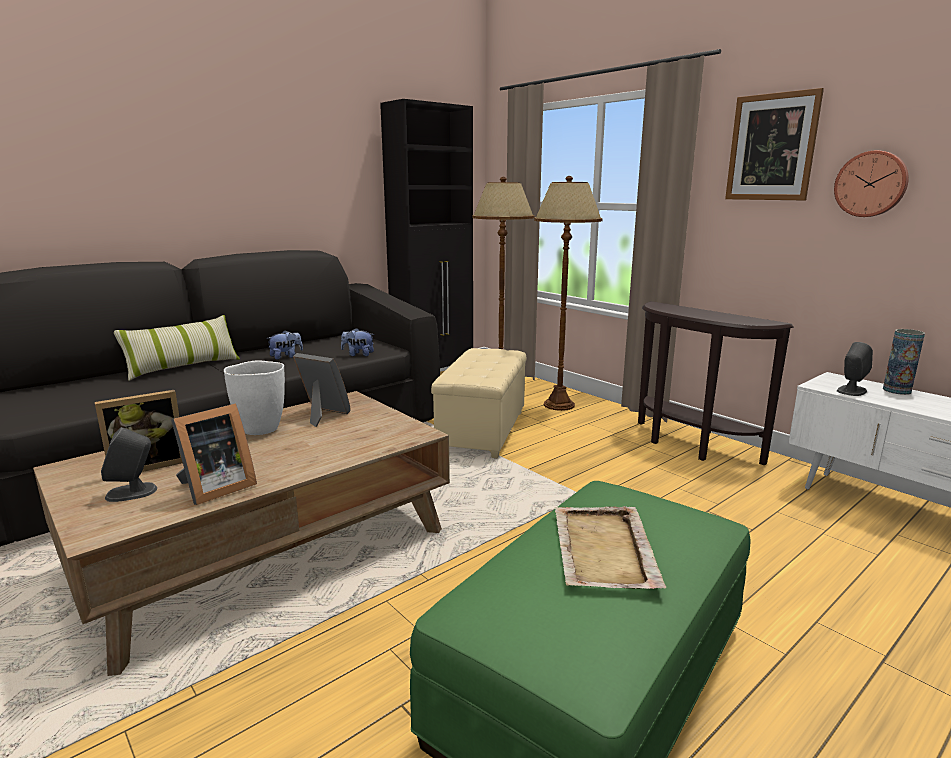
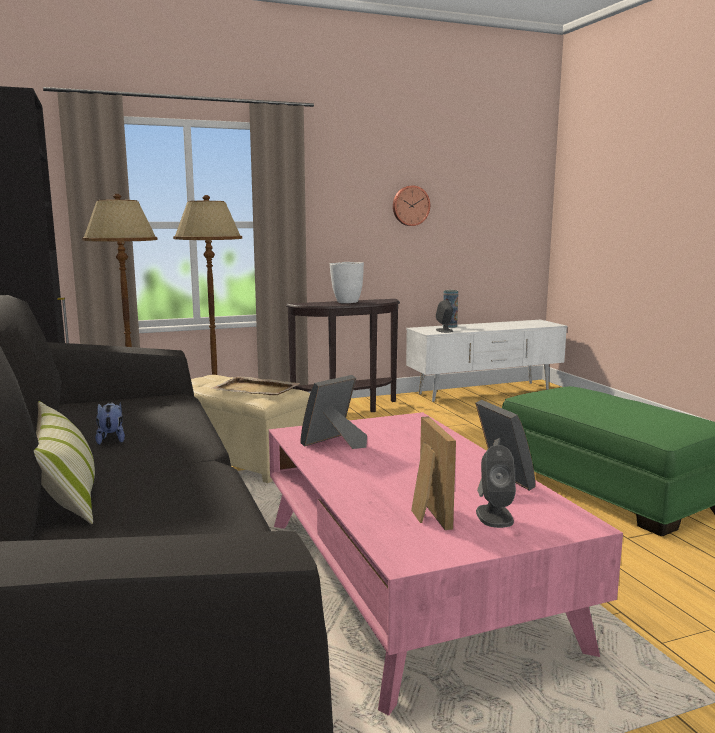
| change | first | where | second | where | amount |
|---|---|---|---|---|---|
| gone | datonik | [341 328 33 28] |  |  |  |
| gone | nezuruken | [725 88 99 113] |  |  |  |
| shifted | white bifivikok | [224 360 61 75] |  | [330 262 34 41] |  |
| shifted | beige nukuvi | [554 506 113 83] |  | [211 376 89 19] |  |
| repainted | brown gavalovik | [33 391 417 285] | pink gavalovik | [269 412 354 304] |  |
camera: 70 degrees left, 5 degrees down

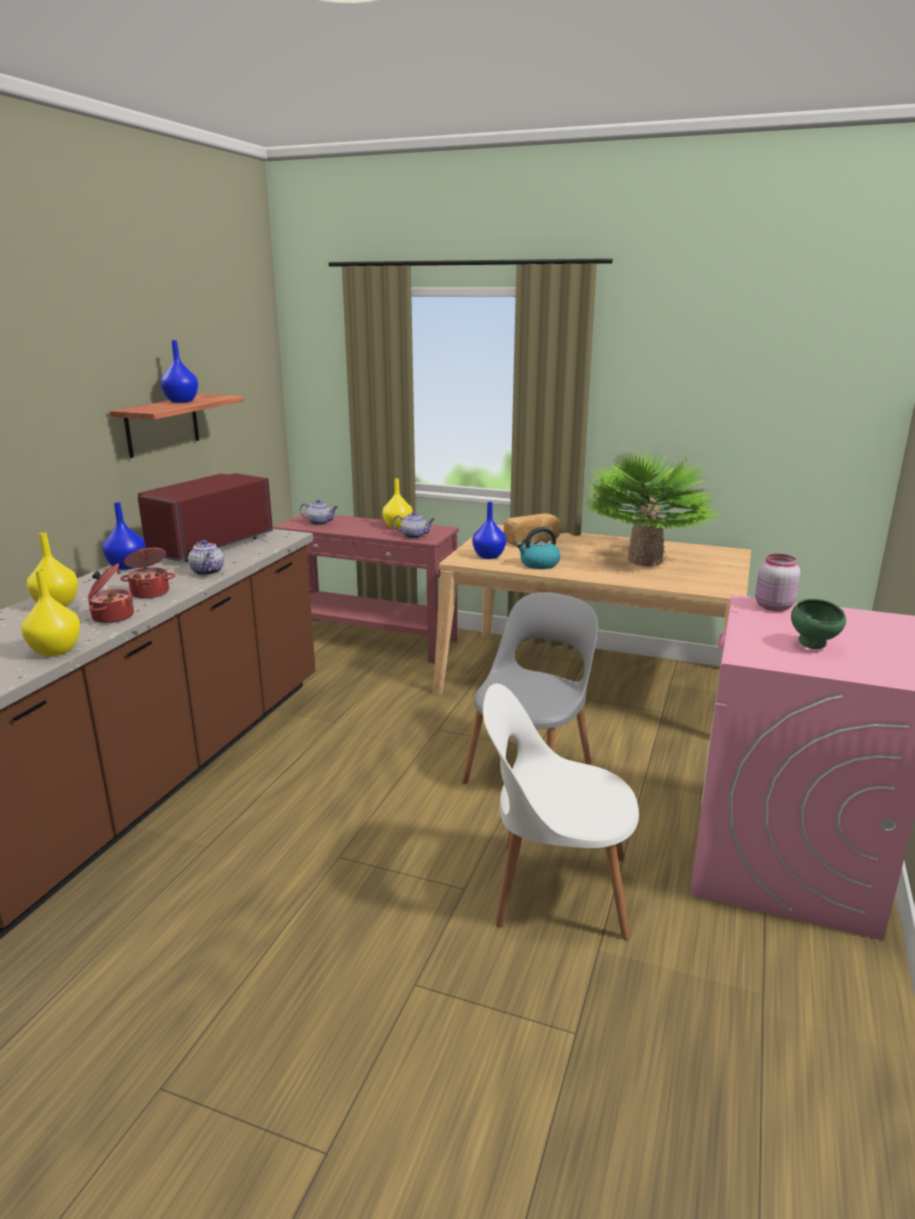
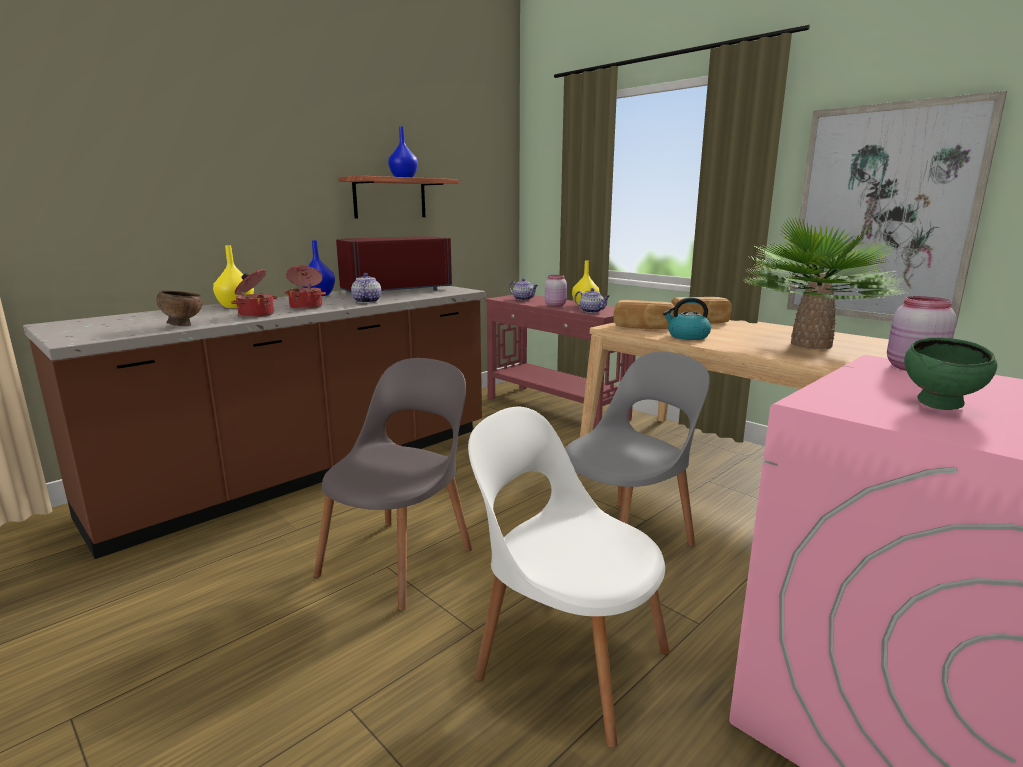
| change | first | where | second | where | amount |
|---|---|---|---|---|---|
| new |  |  | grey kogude | [314 358 158 253] |  |
| new |  |  | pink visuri | [545 275 22 32] |  |
| new |  |  | nezuruken | [787 91 220 238] |  |
| swapped | yellow bifivikok | [21 569 59 87] | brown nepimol | [157 290 46 36] |  |
| swapped | blue bifivikok | [472 502 34 57] | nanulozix | [613 300 62 29] |  |
camera: 25 degrees right, 5 degrees down

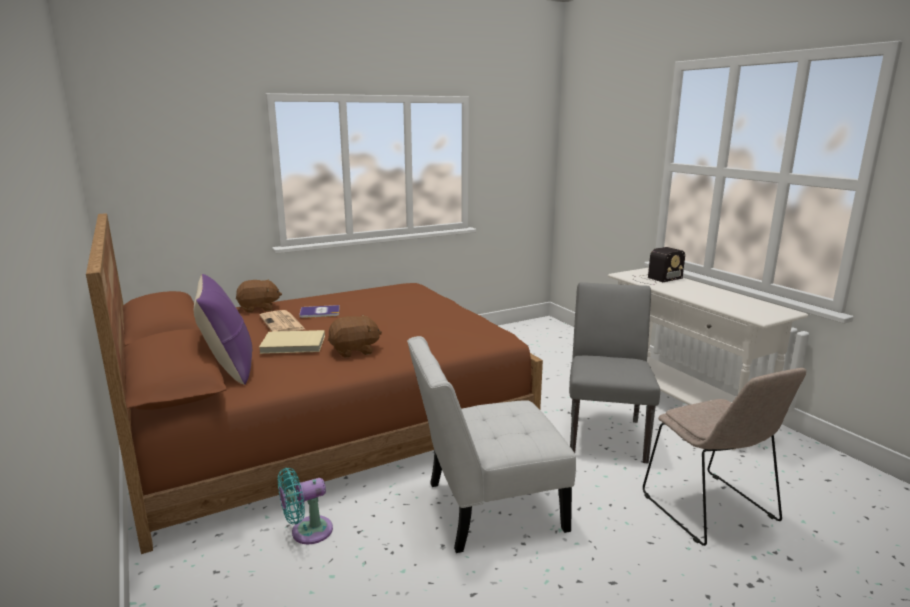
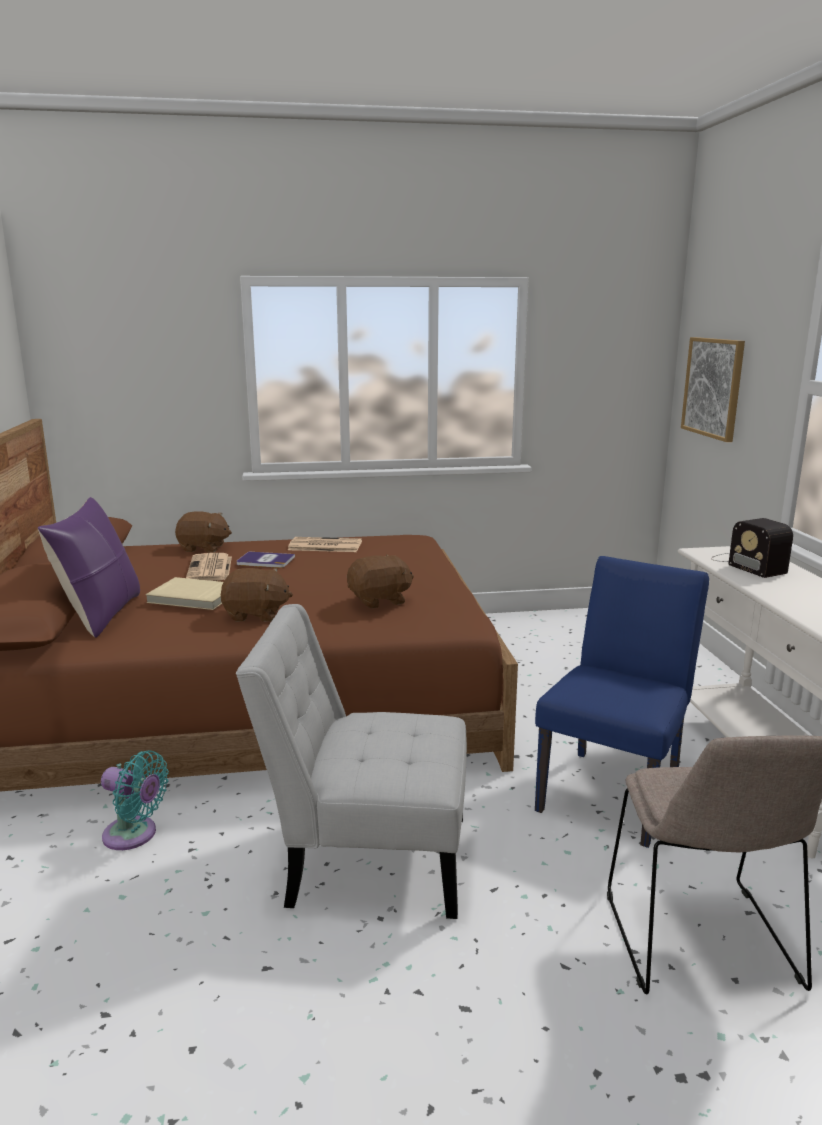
| change | first | where | second | where | amount |
|---|---|---|---|---|---|
| new |  |  | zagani | [288 537 74 15] |  |
| new |  |  | brown datonik | [347 554 67 55] |  |
| new |  |  | nezuruken | [681 337 64 105] |  |
| repainted | grey kogude | [569 282 91 181] | blue kogude | [535 556 174 292] |  |
| rotated | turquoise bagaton | [278 468 55 76] |  | [101 750 68 100] | 150 degrees counterclockwise |
| rotated | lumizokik | [633 247 52 38] |  | [711 518 82 60] | 75 degrees clockwise |
camera: 20 degrees right, 0 degrees up

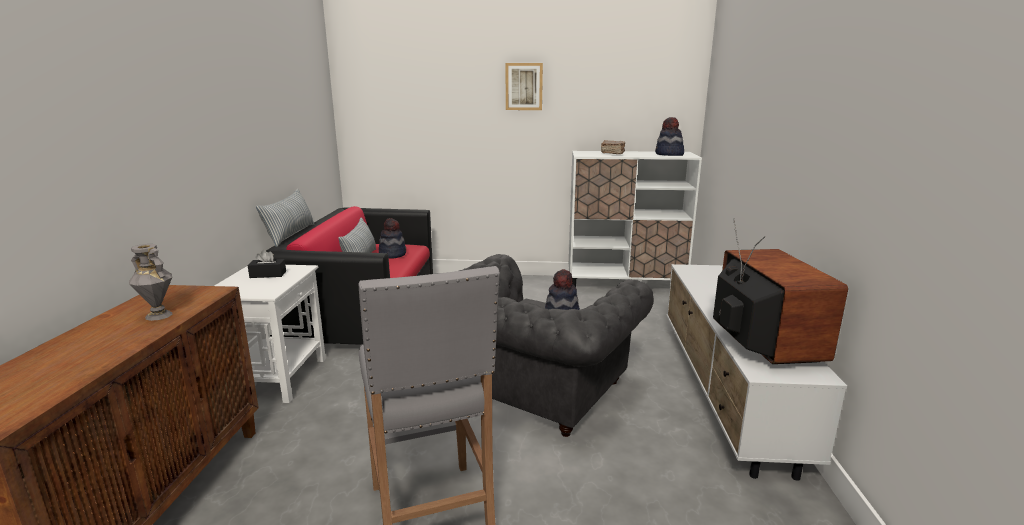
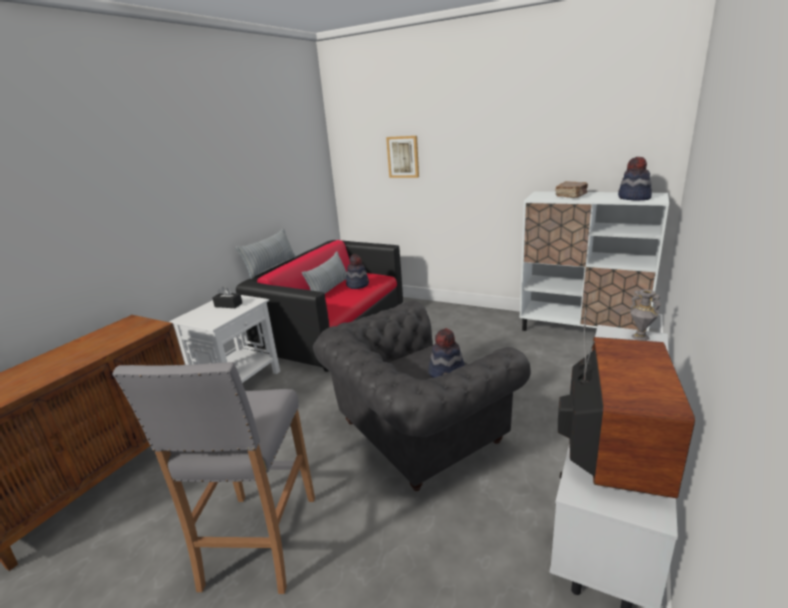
| change | first | where | second | where | amount |
|---|---|---|---|---|---|
| shifted | grey bifivikok | [129 244 43 77] |  | [630 289 31 52] |  |
| shifted | nezuruken | [506 63 37 47] |  | [386 136 33 42] |  |
camera: 25 degrees right, 5 degrees up

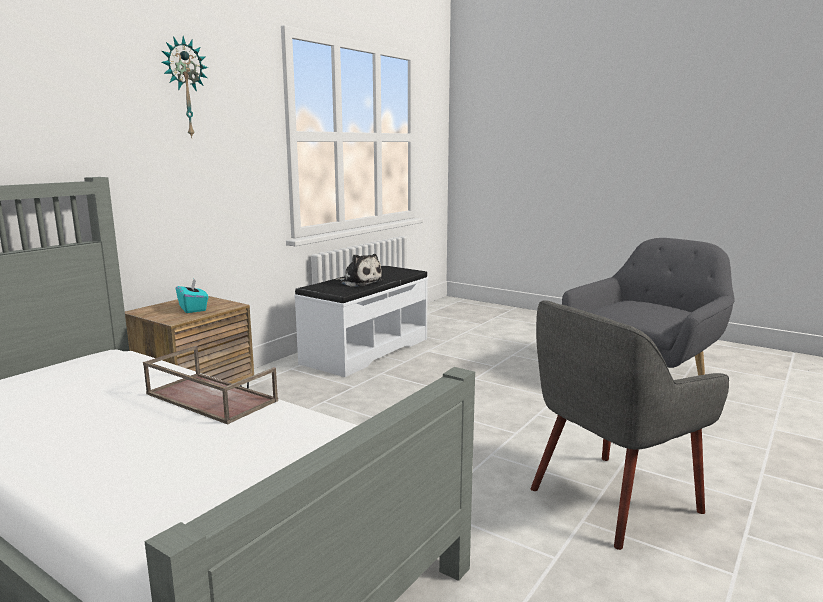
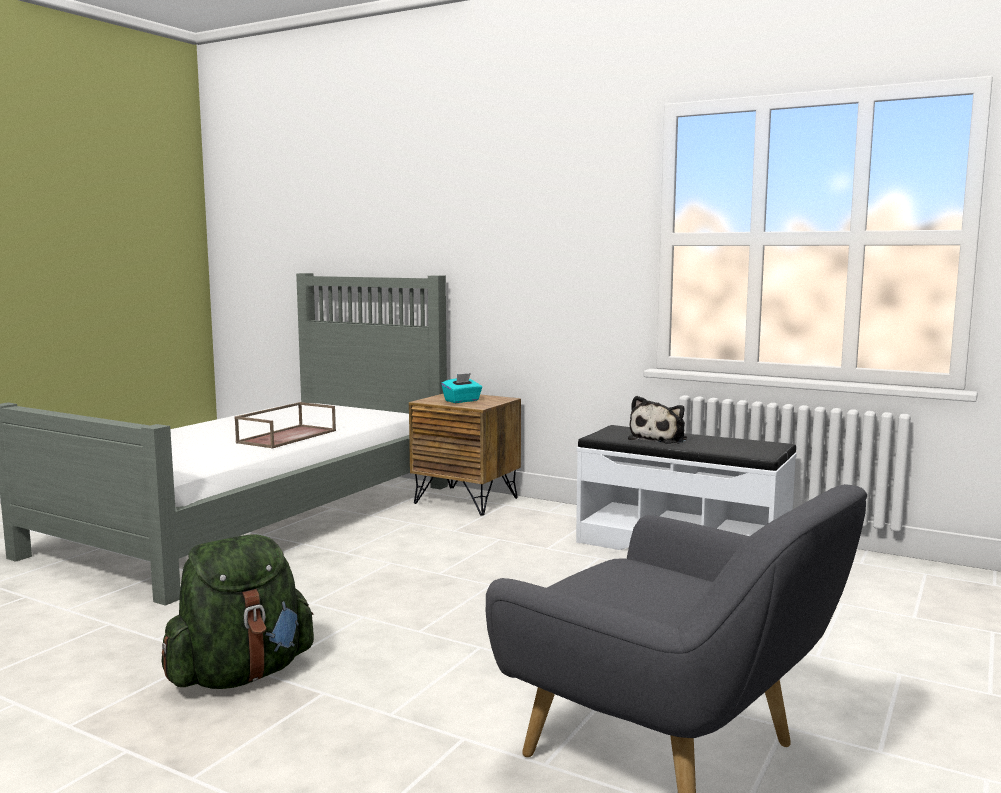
| change | first | where | second | where | amount |
|---|---|---|---|---|---|
| gone | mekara | [161 36 47 103] |  |  |  |
| swapped | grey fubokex | [531 300 198 250] | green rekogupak | [162 534 152 155] |  |
camera: 85 degrees right, 5 degrees down

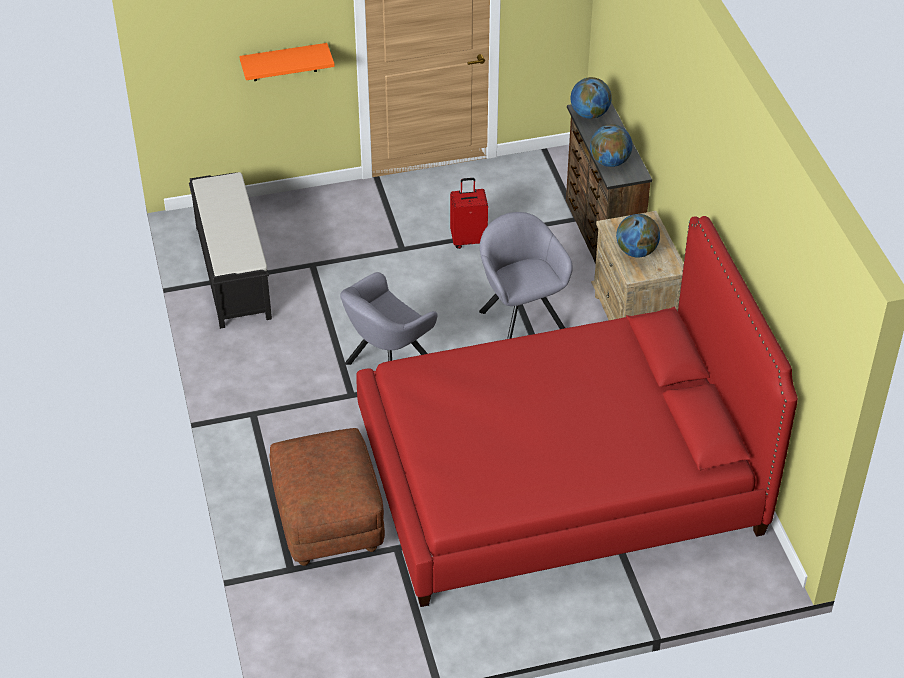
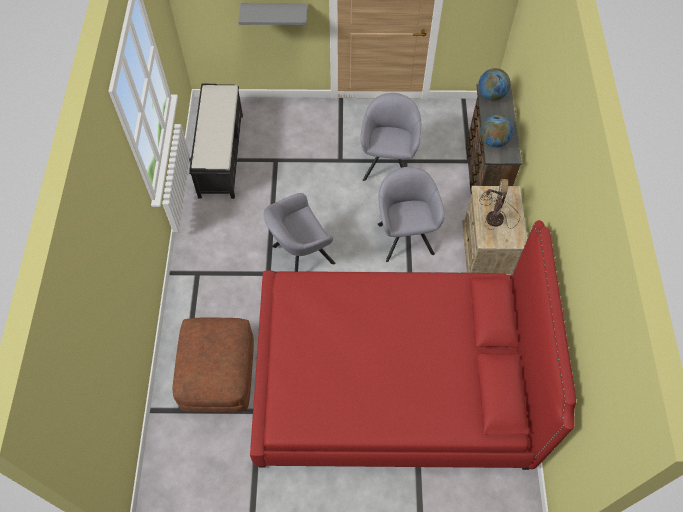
| change | first | where | second | where | amount |
|---|---|---|---|---|---|
| swapped | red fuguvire | [450 178 38 71] | grey fubokex | [360 93 61 88] |  |
| swapped | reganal | [616 214 44 44] | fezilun | [480 179 40 50] |  |
| repainted | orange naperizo | [239 43 96 38] | grey naperizo | [238 3 69 22] |  |
camera: 15 degrees right, 15 degrees up

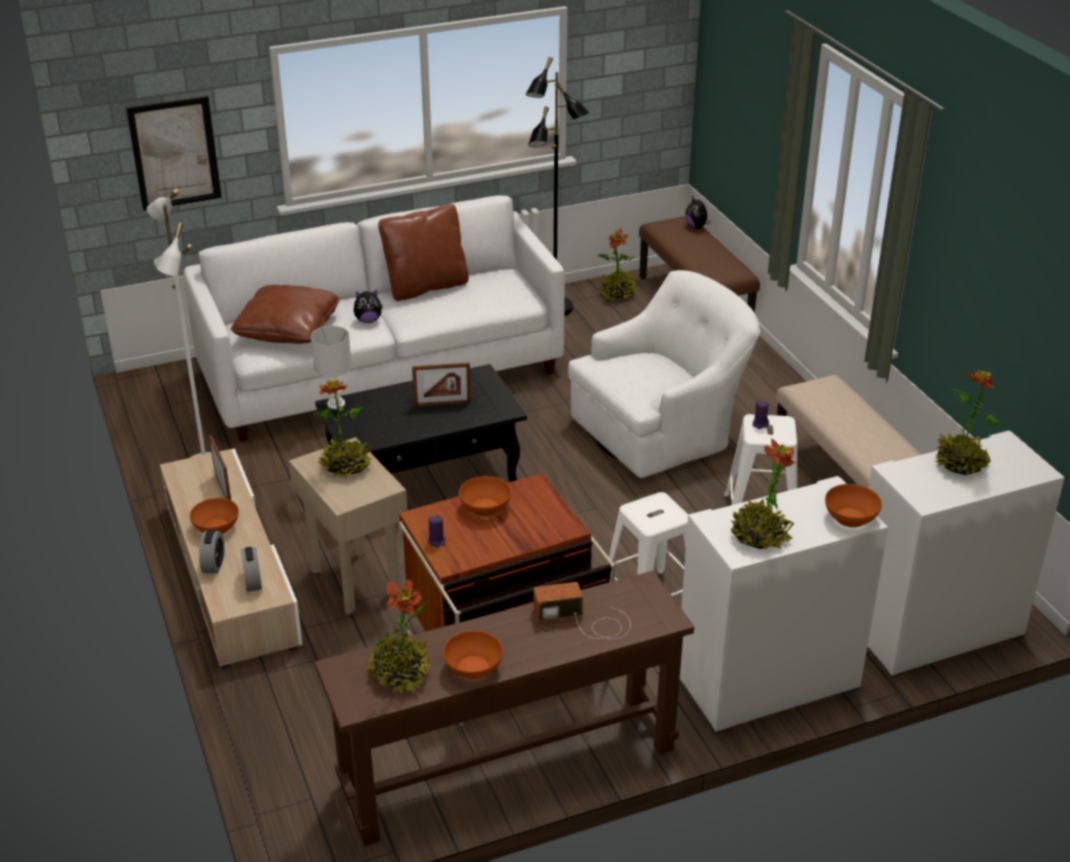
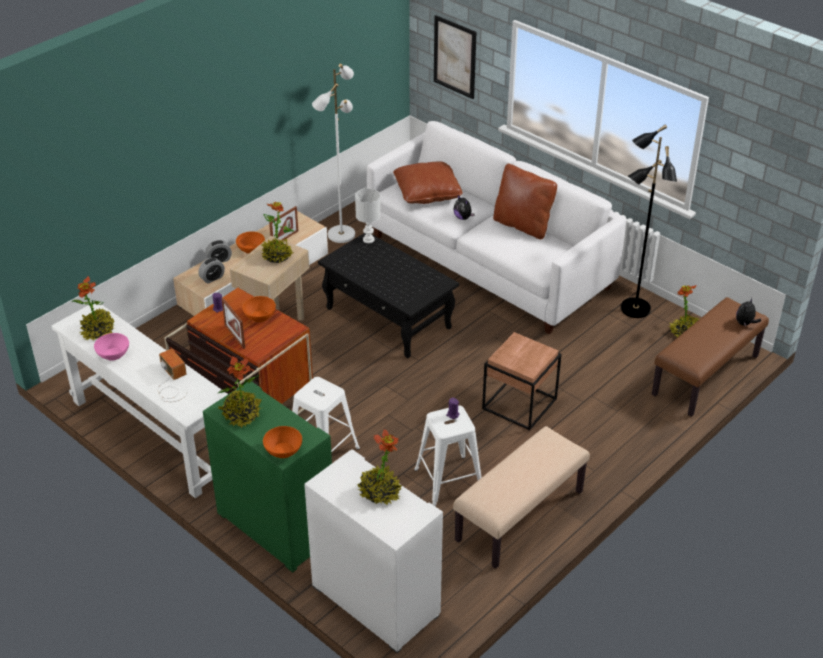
| change | first | where | second | where | amount |
|---|---|---|---|---|---|
| shifted | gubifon | [412 362 59 45] |  | [222 298 23 51] |  |
| swapped | white fubokex | [568 270 192 208] | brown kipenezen | [482 332 79 99] |  |
| repainted | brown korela | [314 571 380 275] | white korela | [52 303 176 195] |  |
| repainted | orange nepimol | [443 631 60 49] | pink nepimol | [94 333 35 28] |  |
| repainted | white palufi | [679 476 209 258] | green palufi | [203 382 129 191] |  |
camera: 65 degrees right, 5 degrees up

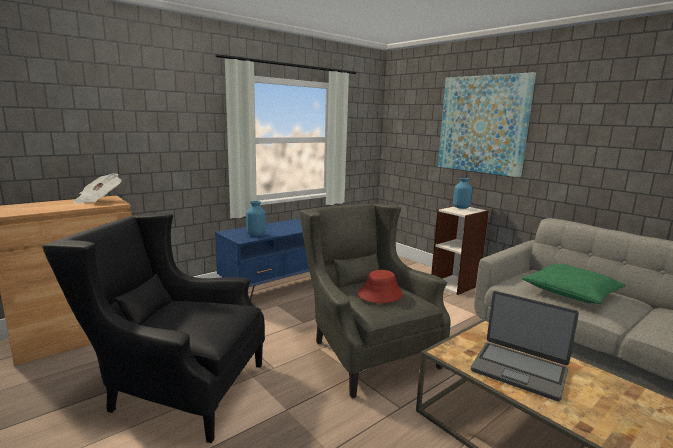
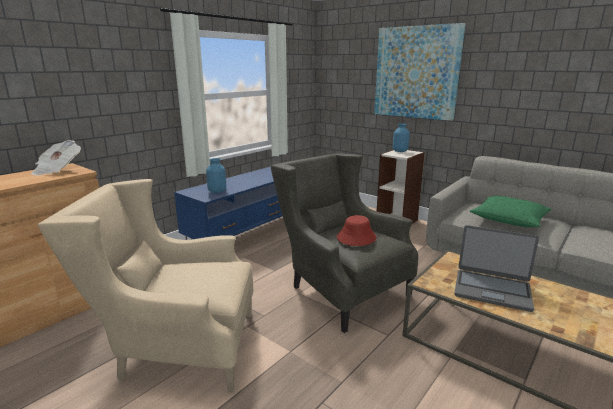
| change | first | where | second | where | amount |
|---|---|---|---|---|---|
| repainted | black fubokex | [42 214 223 229] | beige fubokex | [38 179 215 213] |  |
camera: 10 degrees left, 5 degrees up

